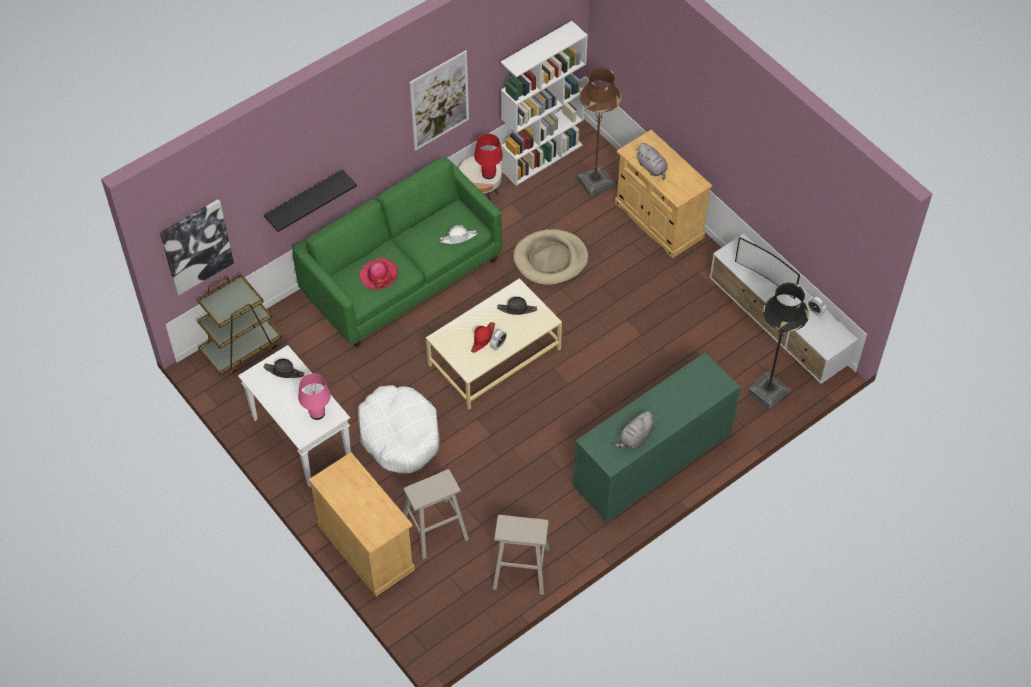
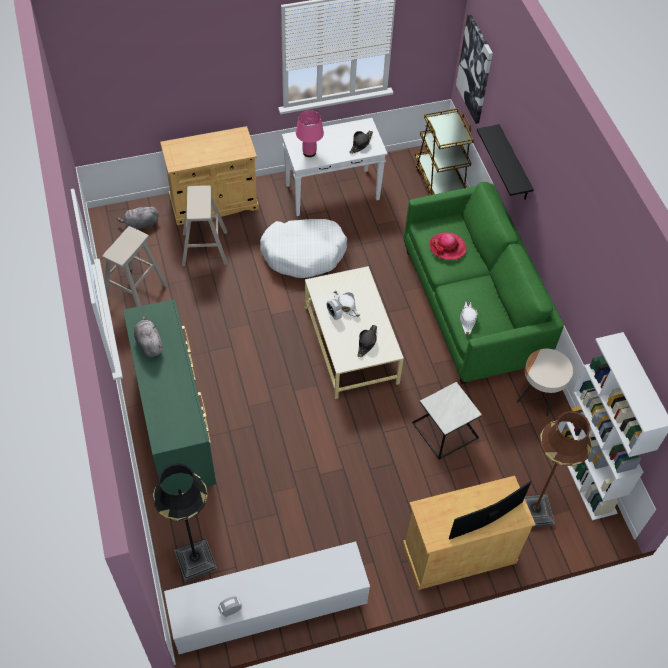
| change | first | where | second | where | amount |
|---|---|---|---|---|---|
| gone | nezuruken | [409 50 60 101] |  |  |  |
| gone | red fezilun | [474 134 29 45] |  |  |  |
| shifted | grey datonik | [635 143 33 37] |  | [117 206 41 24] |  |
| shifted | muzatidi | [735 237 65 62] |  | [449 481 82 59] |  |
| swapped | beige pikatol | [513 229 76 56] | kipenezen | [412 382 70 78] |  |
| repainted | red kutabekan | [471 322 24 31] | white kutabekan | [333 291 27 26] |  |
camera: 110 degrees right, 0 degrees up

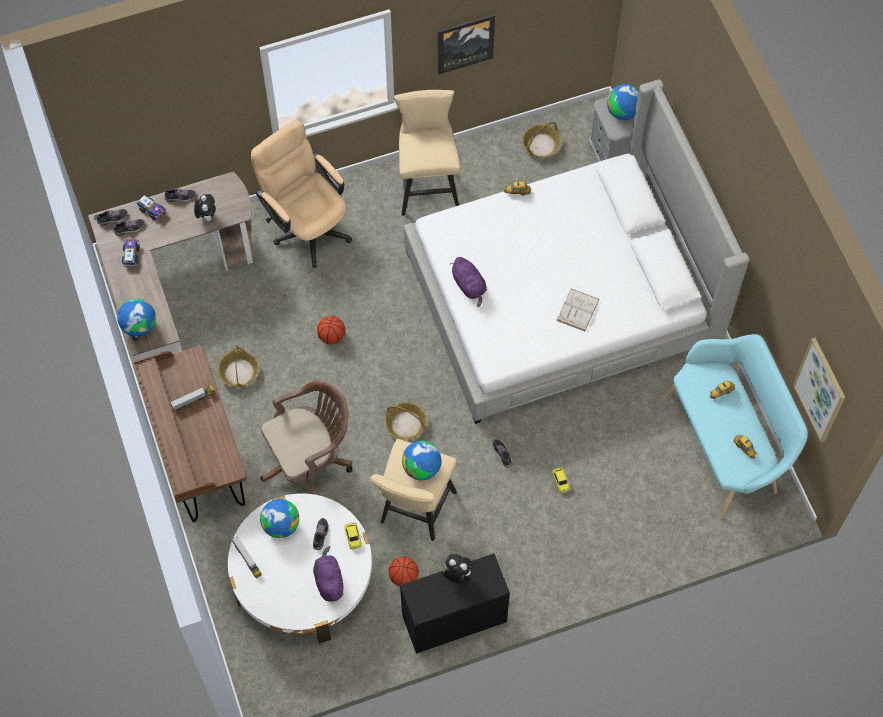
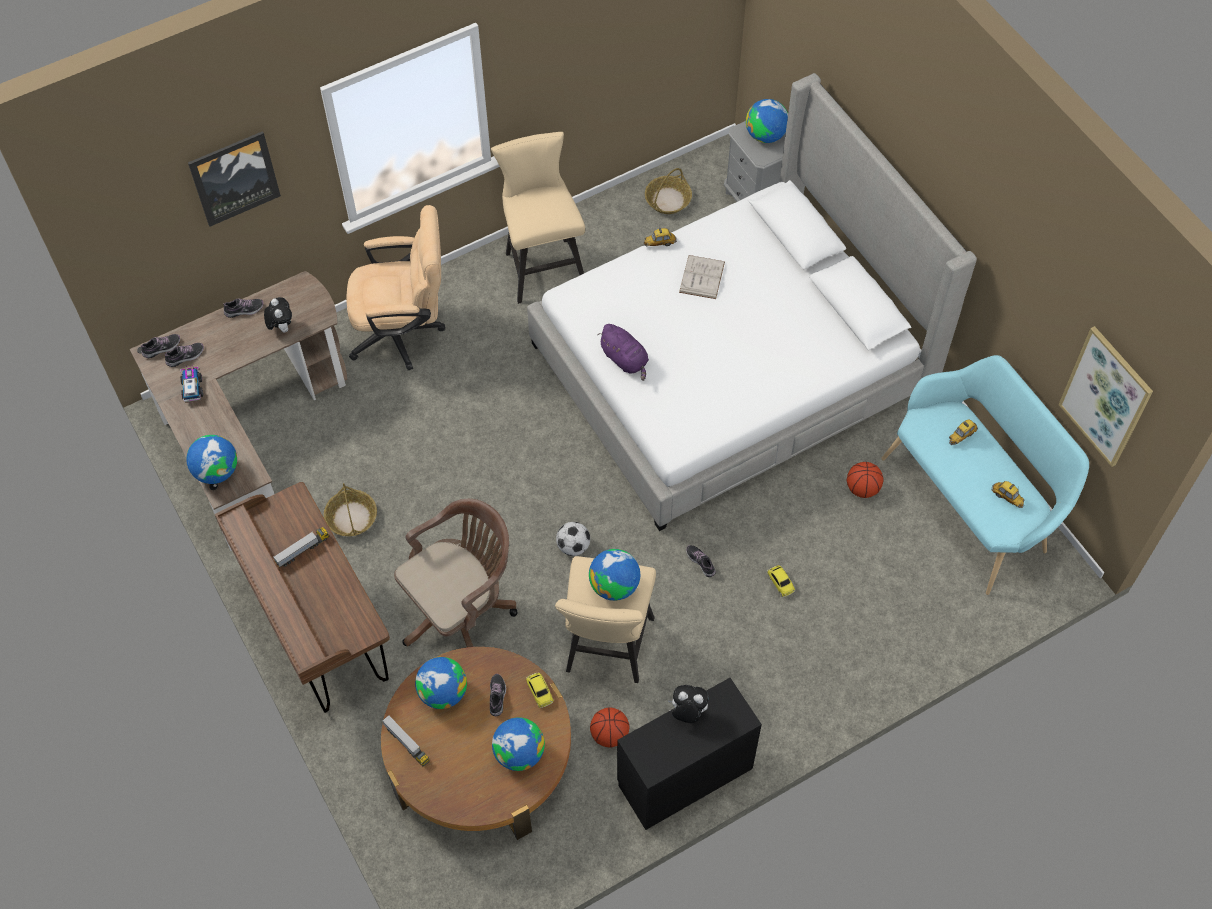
| change | first | where | second | where | amount |
|---|---|---|---|---|---|
| gone | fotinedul | [137 195 29 25] |  |  |  |
| shifted | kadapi | [317 316 28 28] |  | [847 462 37 36] |  |
| shifted | nezuruken | [438 14 57 60] |  | [188 131 93 96] |  |
| shifted | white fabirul | [556 289 43 42] |  | [679 255 46 44] |  |
| swapped | purple datonik | [313 546 31 56] | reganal | [492 717 53 54] |  |
| swapped | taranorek | [385 402 42 39] | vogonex | [556 522 34 34] |  |
| repainted | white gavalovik | [228 493 144 151] | brown gavalovik | [381 647 190 193] |  |
| rotated | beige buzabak | [251 120 101 148] |  | [346 205 99 165] | 135 degrees clockwise |
camera: 10 degrees left, 5 degrees down

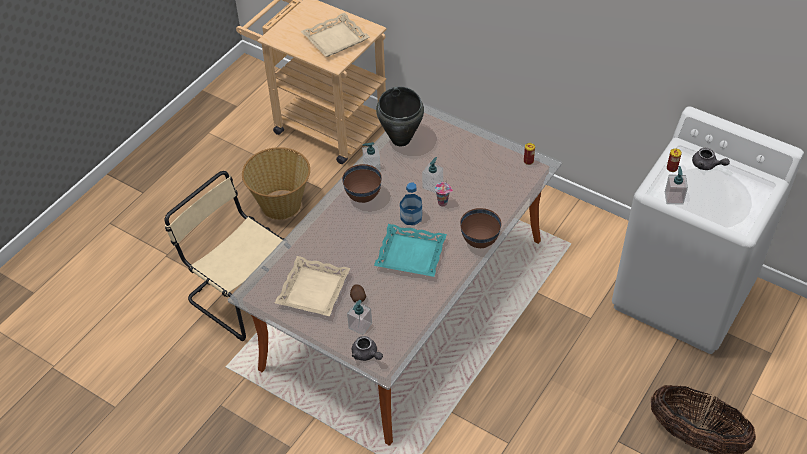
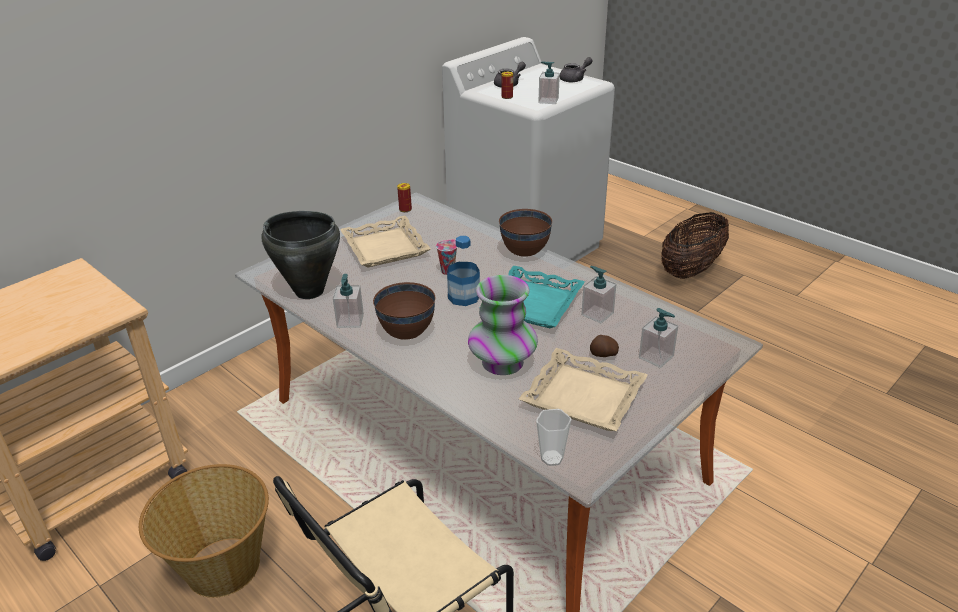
| change | first | where | second | where | amount |
|---|---|---|---|---|---|
| new |  |  | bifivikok | [468 275 70 100] |  |
| new |  |  | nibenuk | [536 409 35 57] |  |
| shifted | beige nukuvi | [301 13 68 44] |  | [340 216 91 51] |  |
| shifted | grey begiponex | [352 336 31 25] |  | [560 57 32 25] |  |
| shifted | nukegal | [422 157 21 36] |  | [581 266 35 57] |  |
camera: 80 degrees left, 15 degrees down

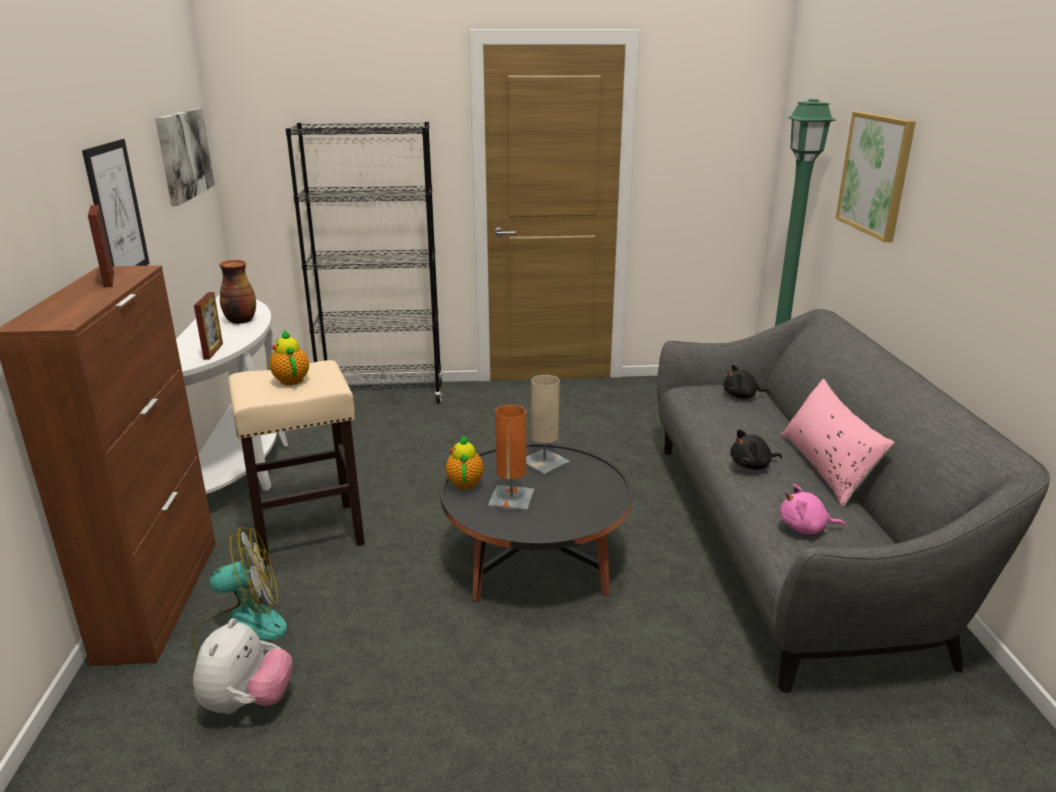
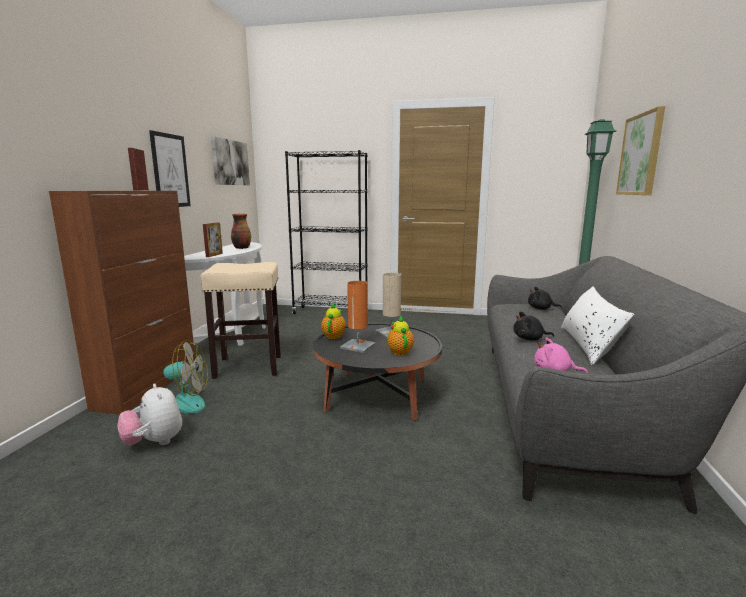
| change | first | where | second | where | amount |
|---|---|---|---|---|---|
| shifted | begiponex | [270 330 39 55] |  | [387 316 27 39] |  |
| repainted | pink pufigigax | [781 378 114 129] | white pufigigax | [561 286 74 80] |  |
| rotated | datonik | [193 618 100 96] |  | [117 384 65 61] | 120 degrees clockwise |
camera: 15 degrees right, 10 degrees down

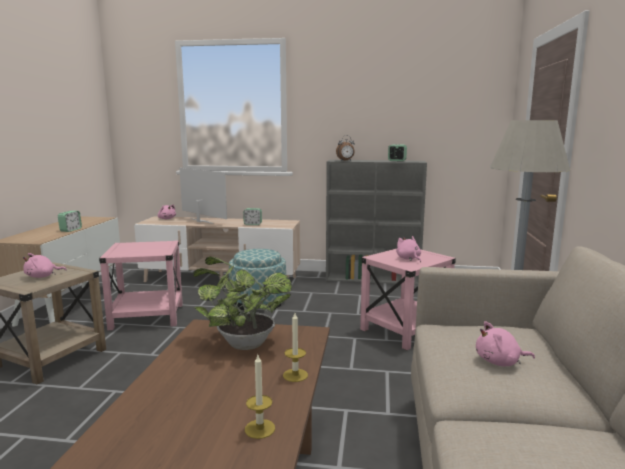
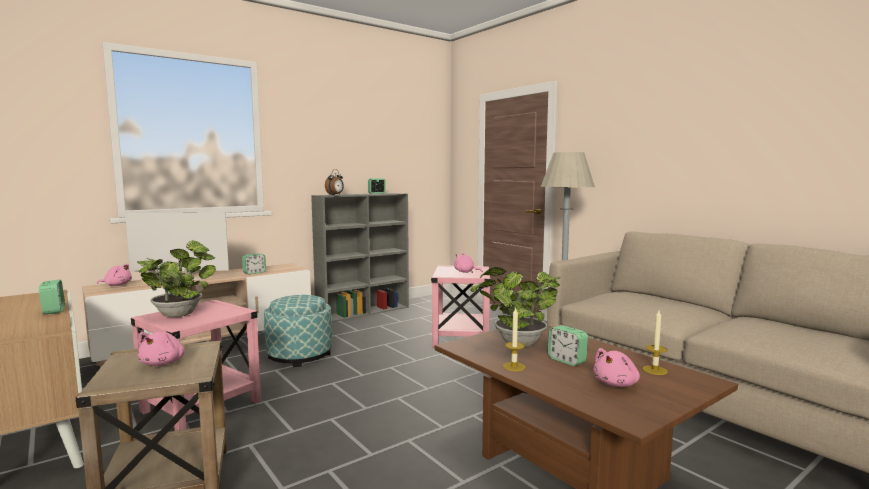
| change | first | where | second | where | amount |
|---|---|---|---|---|---|
| new |  |  | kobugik | [137 240 79 77] |  |
| new |  |  | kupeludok | [548 325 40 41] |  |
| shifted | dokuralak | [283 313 25 69] |  | [503 307 23 64] |  |
| shifted | pink datonik | [476 321 59 46] |  | [593 348 47 39] |  |
camera: 45 degrees left, 5 degrees down

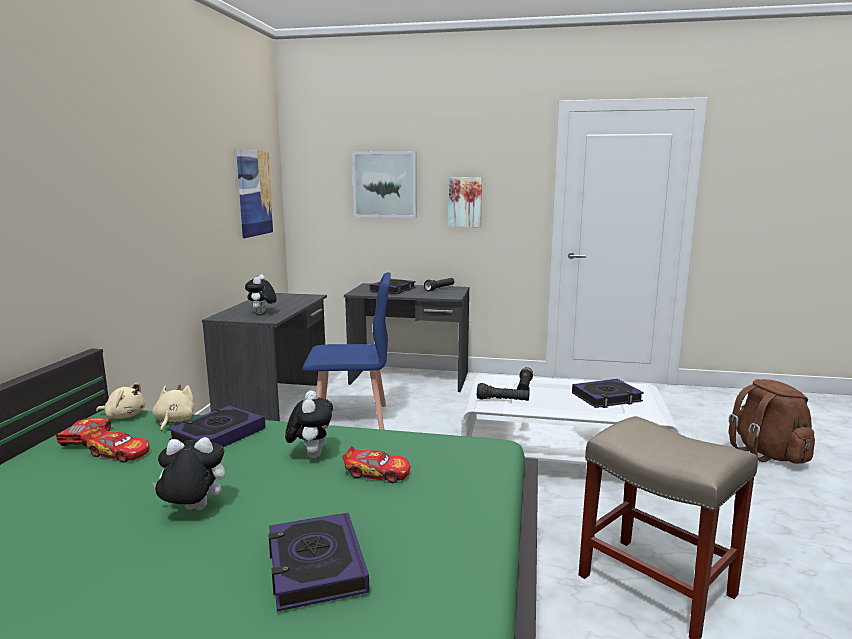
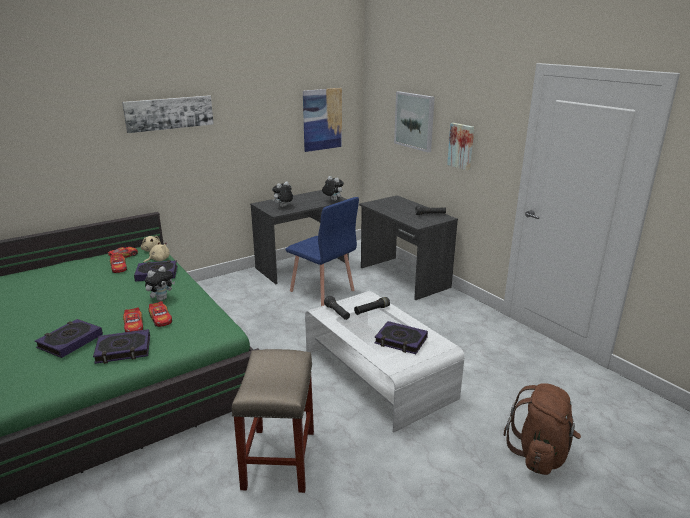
| change | first | where | second | where | amount |
|---|---|---|---|---|---|
| new |  |  | nezuruken | [122 95 92 38] |  |
| new |  |  | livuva | [123 307 20 25] |  |
| shifted | datonik | [152 437 73 73] |  | [322 176 22 25] |  |
| shifted | fabirul | [370 279 46 15] |  | [93 329 57 35] |  |
camera: 45 degrees right, 10 degrees up

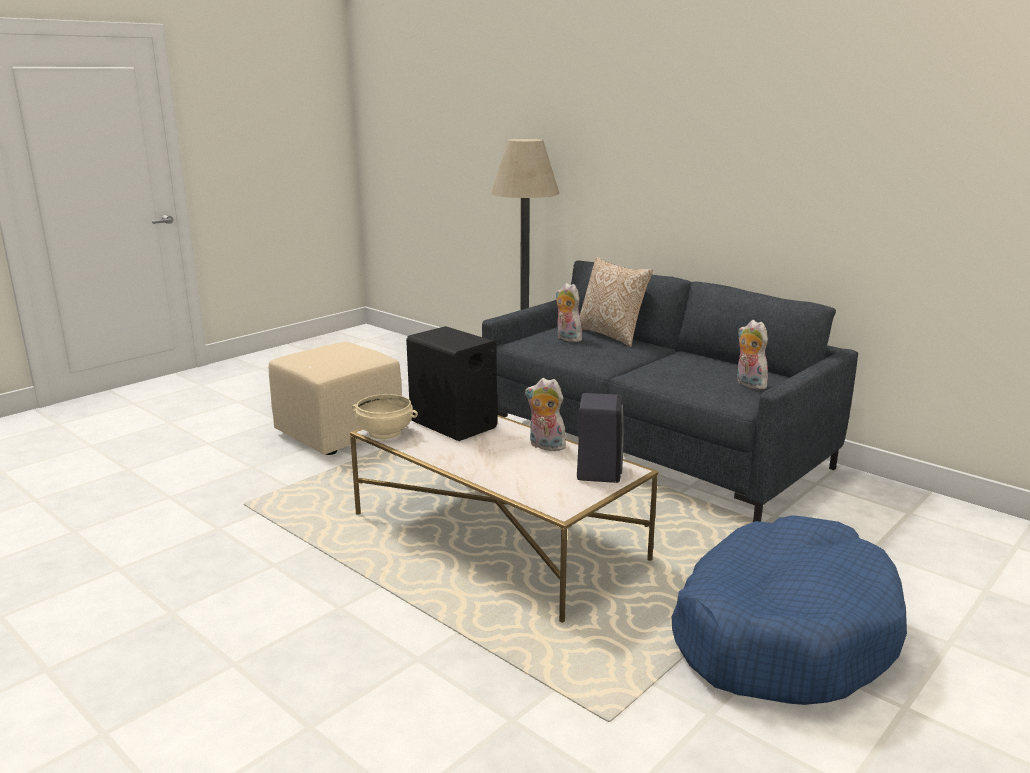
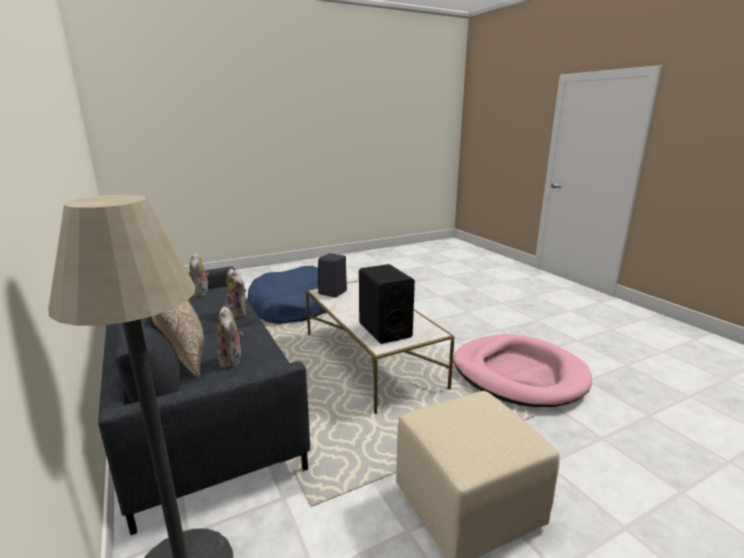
| change | first | where | second | where | amount |
|---|---|---|---|---|---|
| gone | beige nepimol | [351 394 67 45] |  |  |  |
| new |  |  | pink pikatol | [454 334 138 73] |  |
| shifted | datonik | [525 378 41 73] |  | [226 268 20 50] |  |
camera: 160 degrees left, 0 degrees up

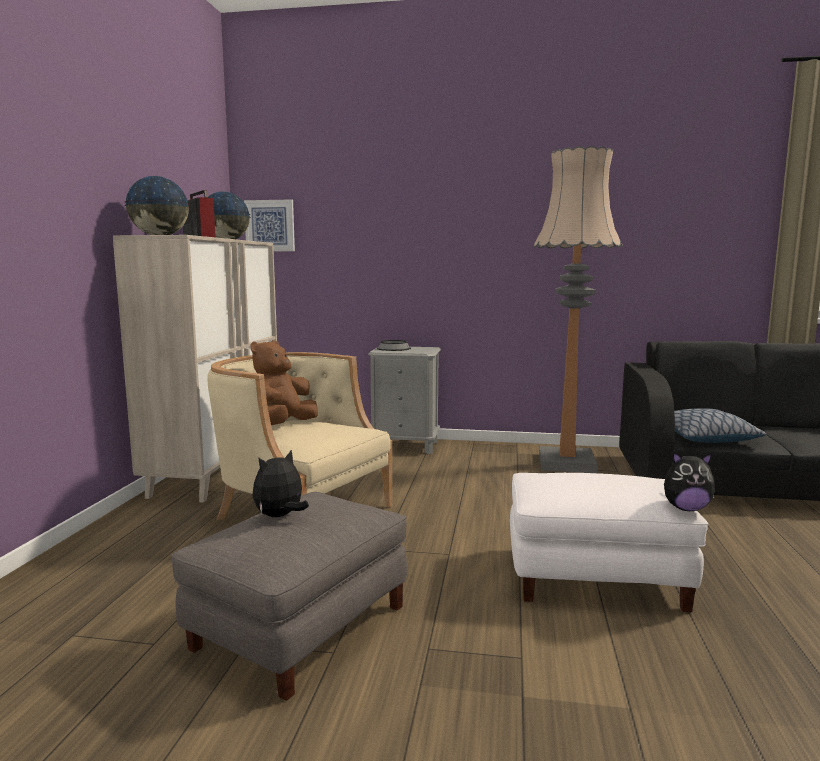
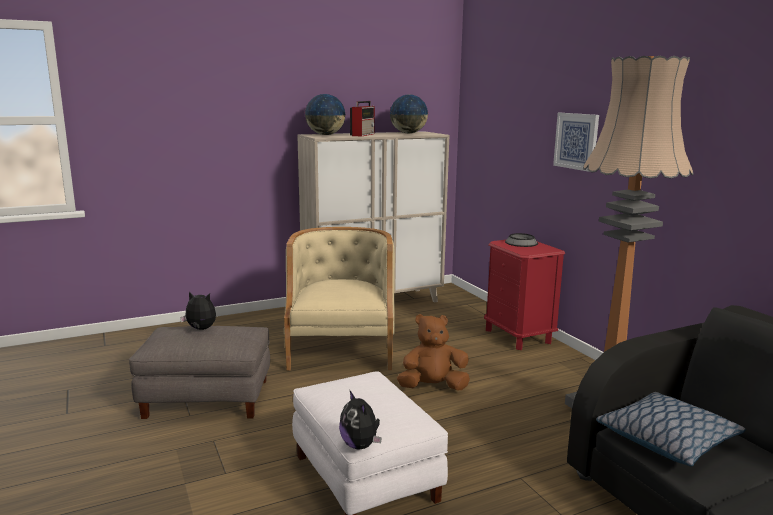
| change | first | where | second | where | amount |
|---|---|---|---|---|---|
| shifted | nezuruken | [244 199 51 52] |  | [553 113 46 59] |  |
| shifted | brown datonik | [251 340 67 85] |  | [397 314 73 76] |  |
| repainted | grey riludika | [368 347 73 107] | red riludika | [484 240 81 110] |  |
camera: 55 degrees right, 5 degrees up

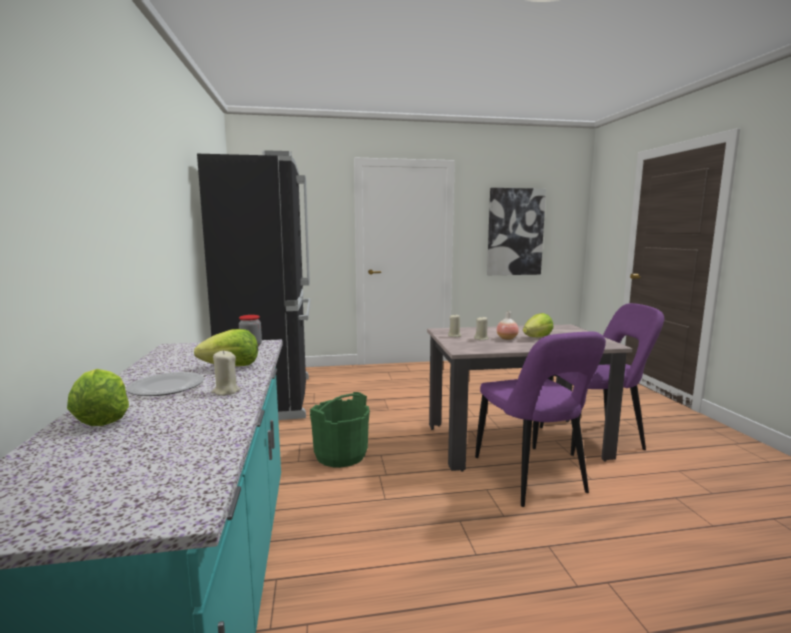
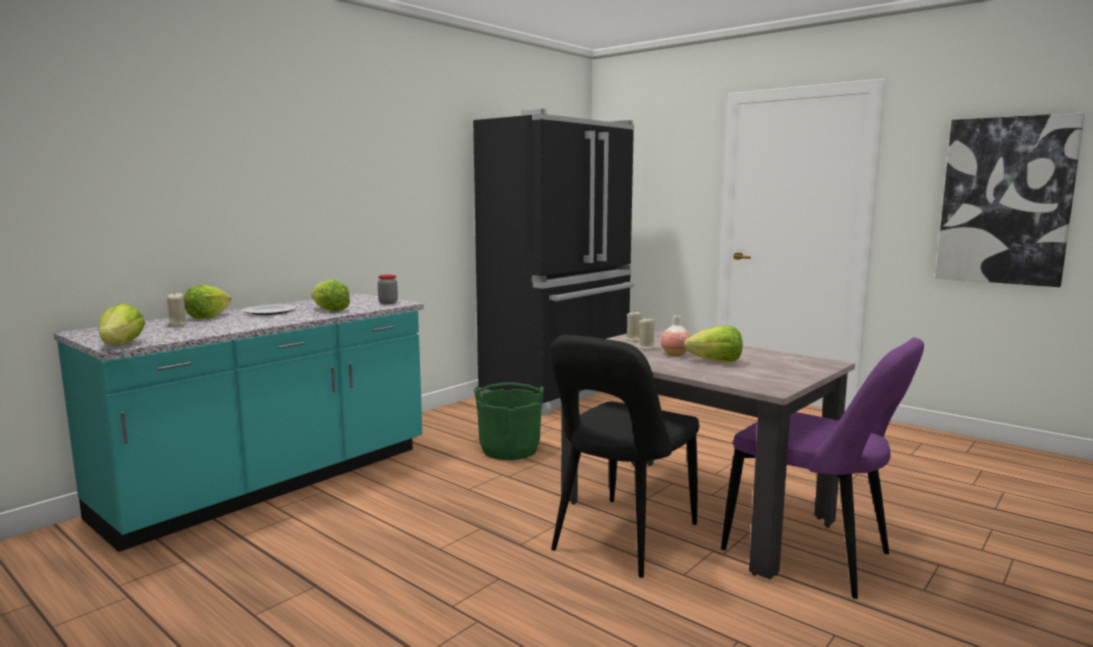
| change | first | where | second | where | amount |
|---|---|---|---|---|---|
| new |  |  | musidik | [99 304 46 41] |  |
| shifted | beige dokuralak | [211 350 29 46] |  | [167 292 21 35] |  |
| repainted | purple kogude | [475 331 131 176] | black kogude | [550 335 149 243] |  |
camera: 50 degrees right, 0 degrees up

